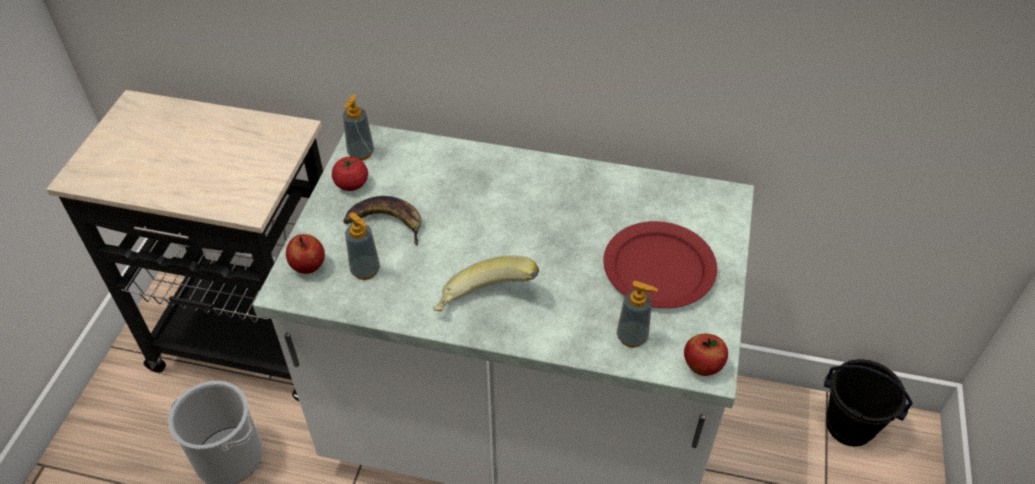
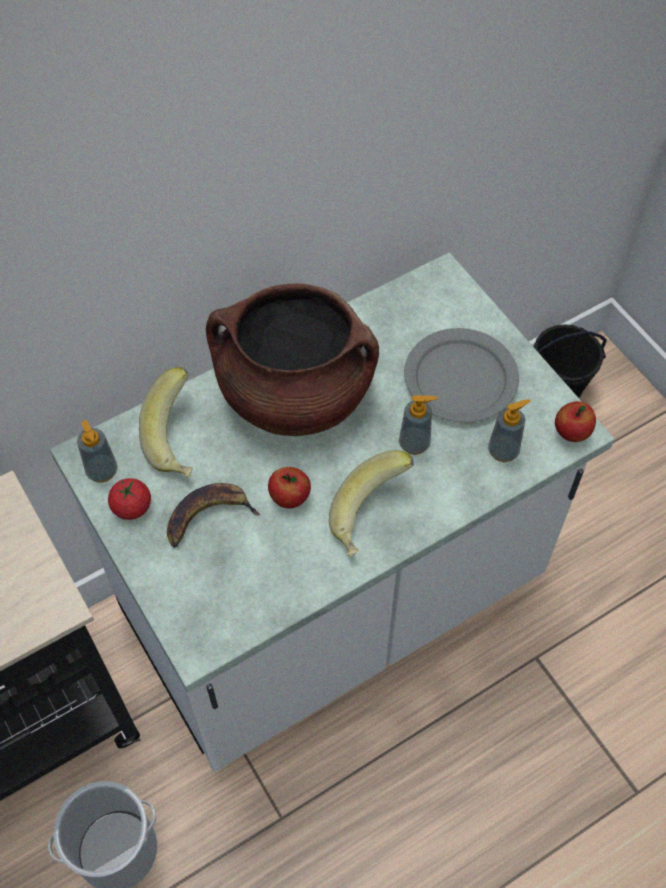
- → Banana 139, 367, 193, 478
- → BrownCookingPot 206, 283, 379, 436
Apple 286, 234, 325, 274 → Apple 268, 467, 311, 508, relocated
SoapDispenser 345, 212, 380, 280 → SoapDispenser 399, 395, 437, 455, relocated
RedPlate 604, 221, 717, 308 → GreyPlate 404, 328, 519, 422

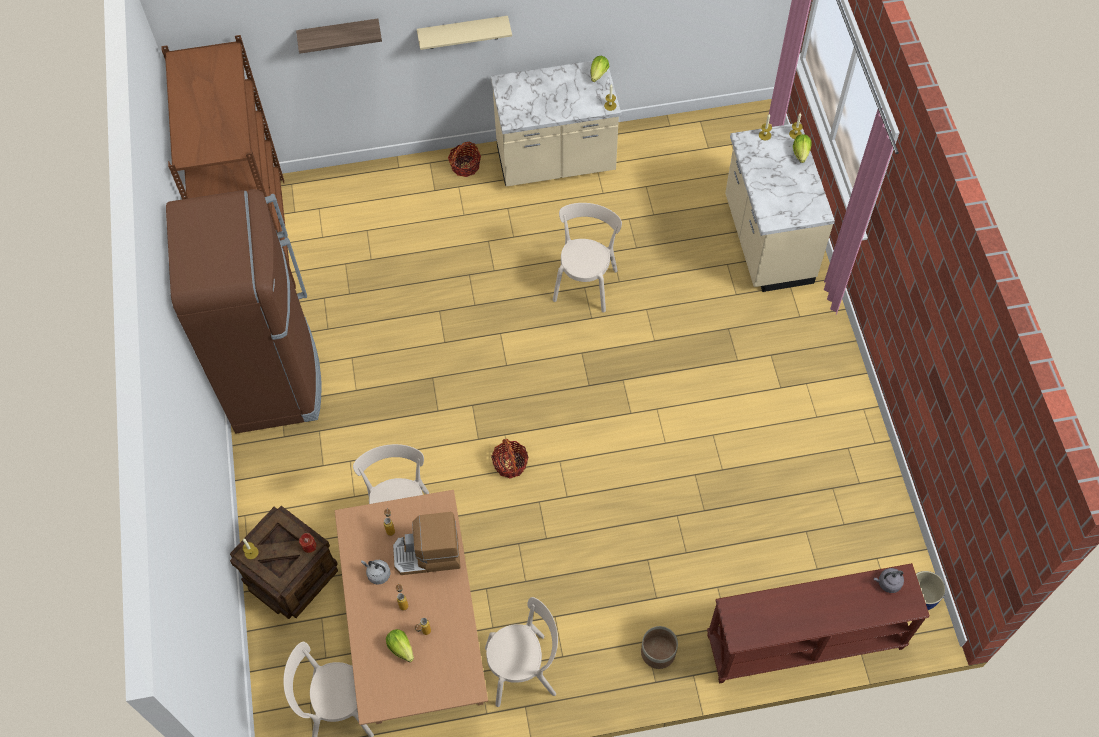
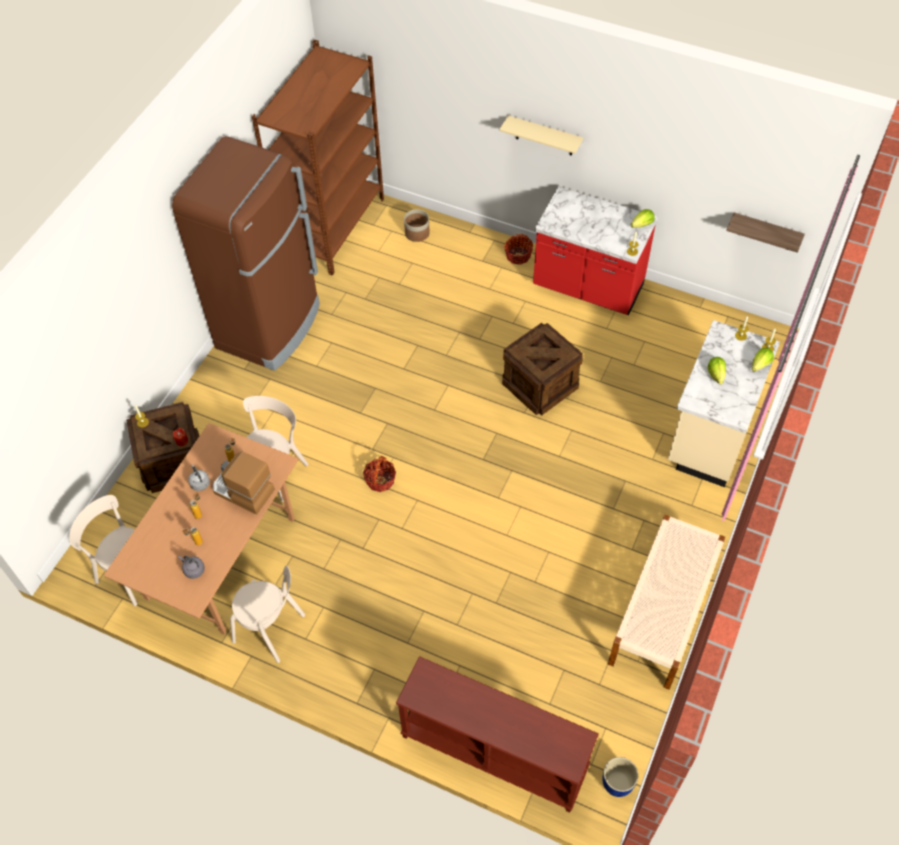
- → BeigeBench 608, 514, 726, 690
Shelf 296, 19, 382, 54 → Shelf 726, 212, 805, 253, relocated
Lettuce 386, 629, 414, 662 → Lettuce 708, 357, 726, 384, relocated
Planter 641, 626, 678, 669 → Planter 404, 209, 430, 242, relocated
GreyKettle 874, 568, 904, 593 → GreyKettle 179, 556, 205, 579, relocated
BeigeChair 553, 203, 622, 313 → Crate 502, 323, 583, 415
BeigeCounter 491, 61, 621, 187 → RedCounter 533, 186, 658, 315

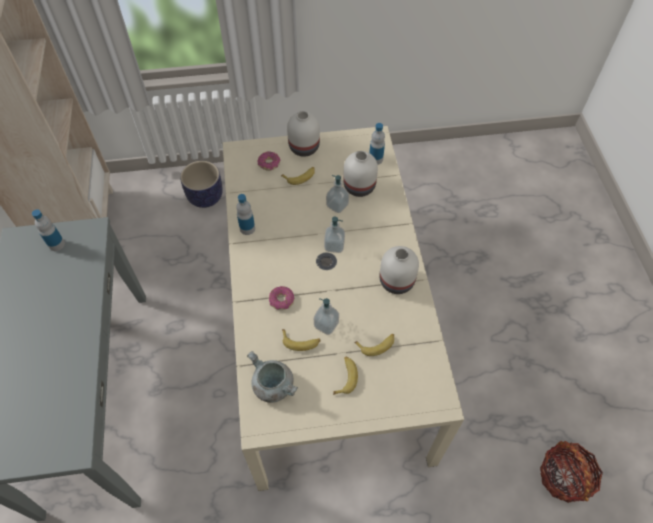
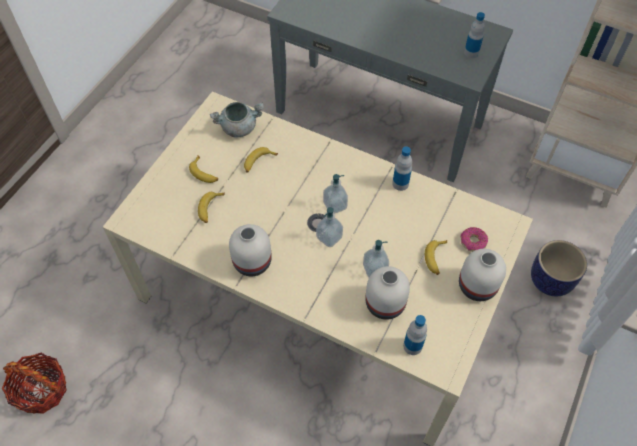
Donut 269, 286, 294, 310 → -
SoapDispenser 314, 298, 339, 335 → SoapDispenser 323, 174, 348, 213, relocated

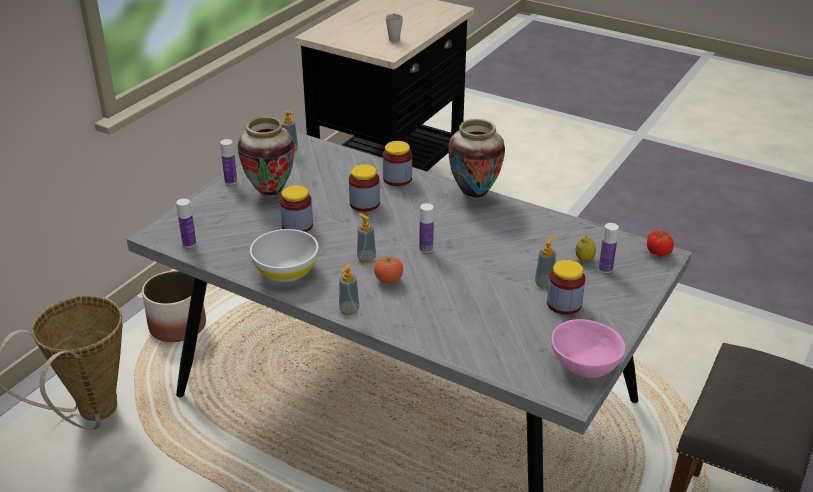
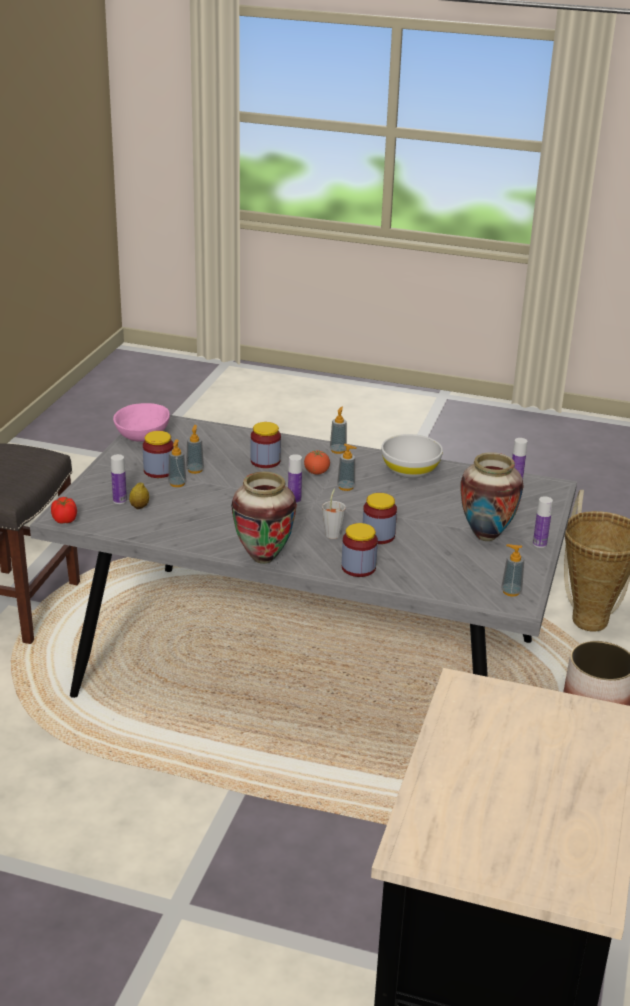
- → SoapDispenser 186, 425, 204, 474
Jar 280, 185, 313, 232 → Jar 250, 422, 281, 468, relocated
GreyCup 386, 13, 403, 42 → GreyCup 322, 488, 346, 539, relocated

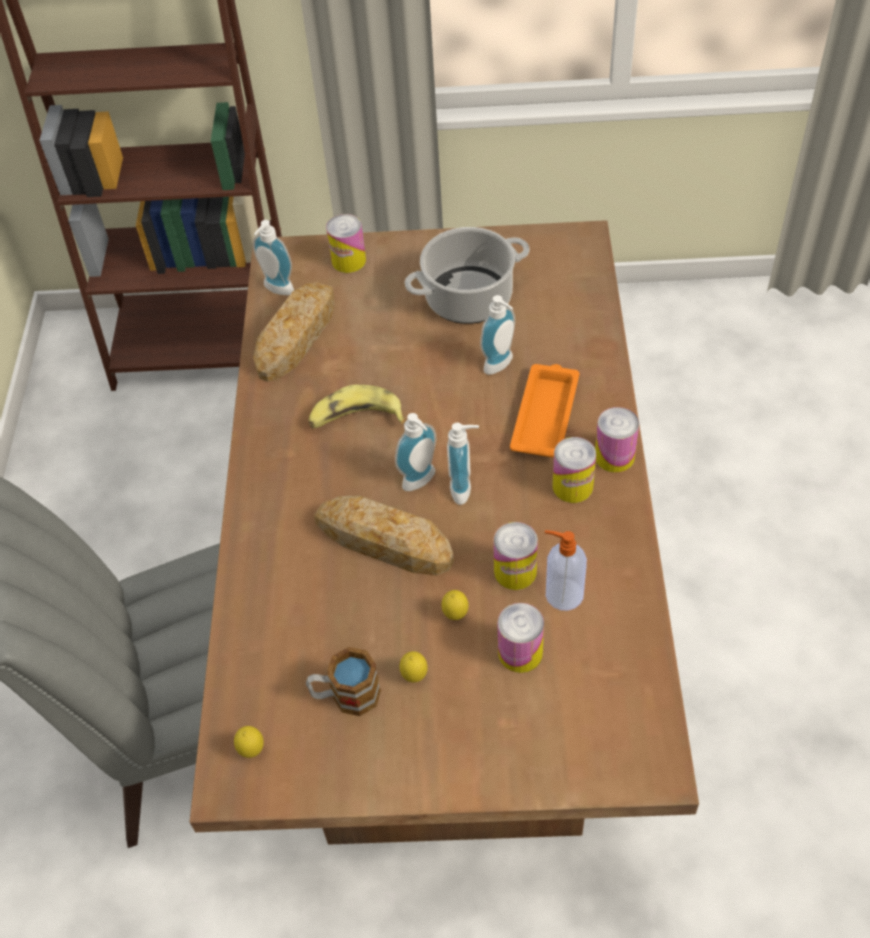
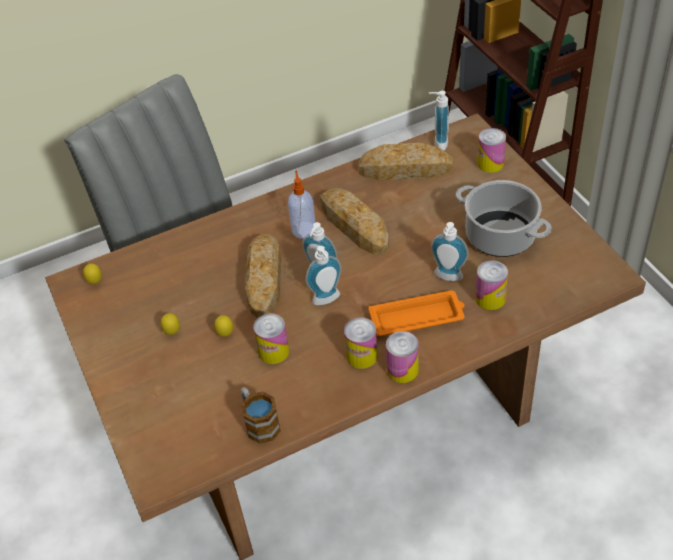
Mug 306, 647, 381, 716 → Mug 241, 387, 281, 444, relocated
Can 498, 603, 544, 673 → Can 475, 260, 508, 310, relocated
SoapDispenser 545, 530, 587, 611 → SoapDispenser 288, 171, 315, 239, relocated
Banana 308, 384, 406, 428 → Bread 320, 188, 389, 254

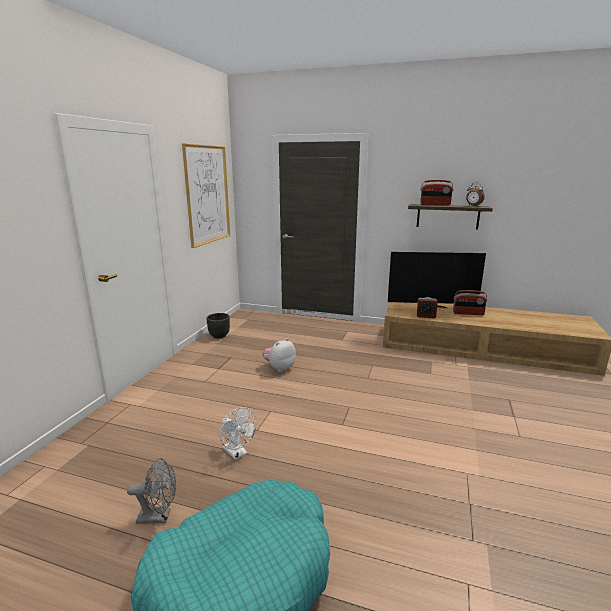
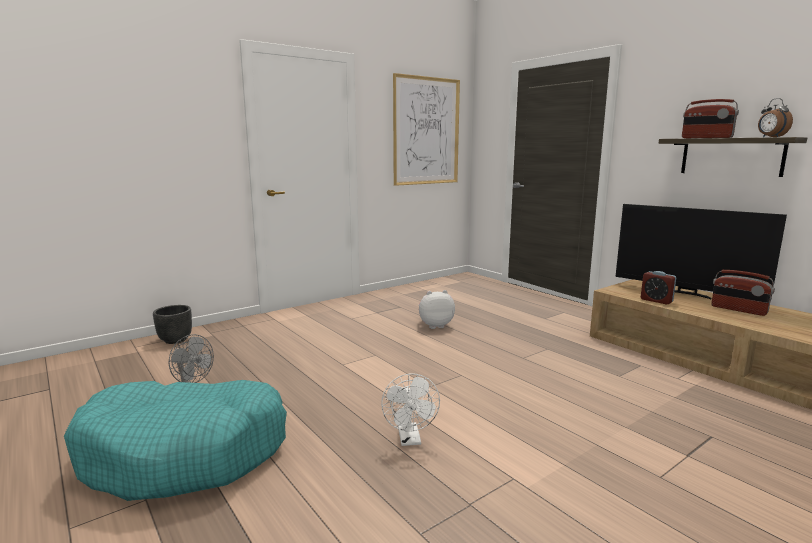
BlackPlanter 206, 313, 230, 338 → BlackPlanter 153, 305, 192, 344, relocated
WhiteFan 220, 407, 256, 460 → WhiteFan 381, 373, 440, 446, relocated

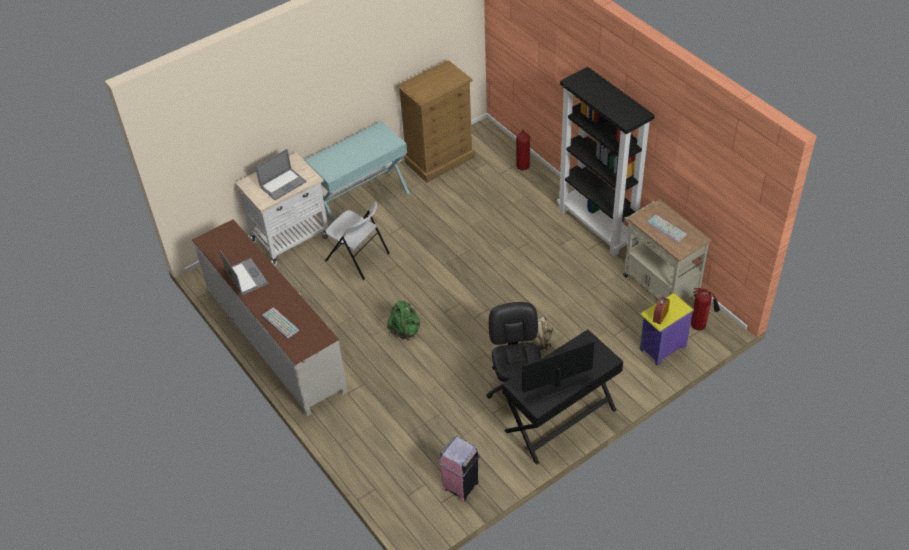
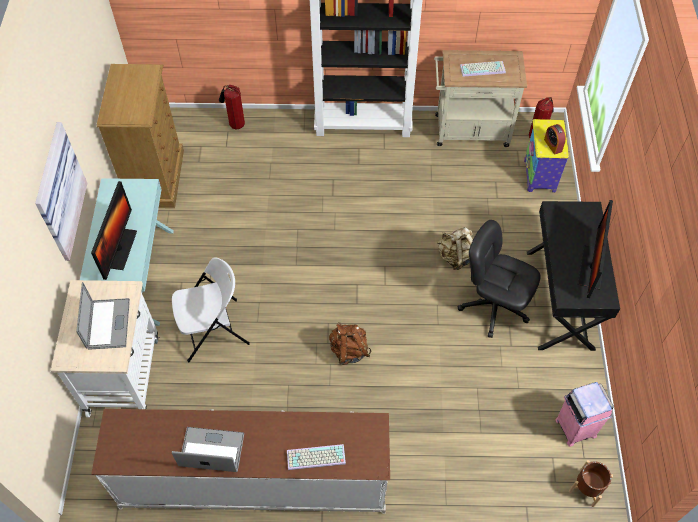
- → Picture 35, 122, 87, 261
- → Monitor 91, 181, 137, 280
- → BrownPlanter 569, 460, 613, 507
GreenBackpack 387, 300, 420, 340 → BrownBackpack 329, 322, 372, 365

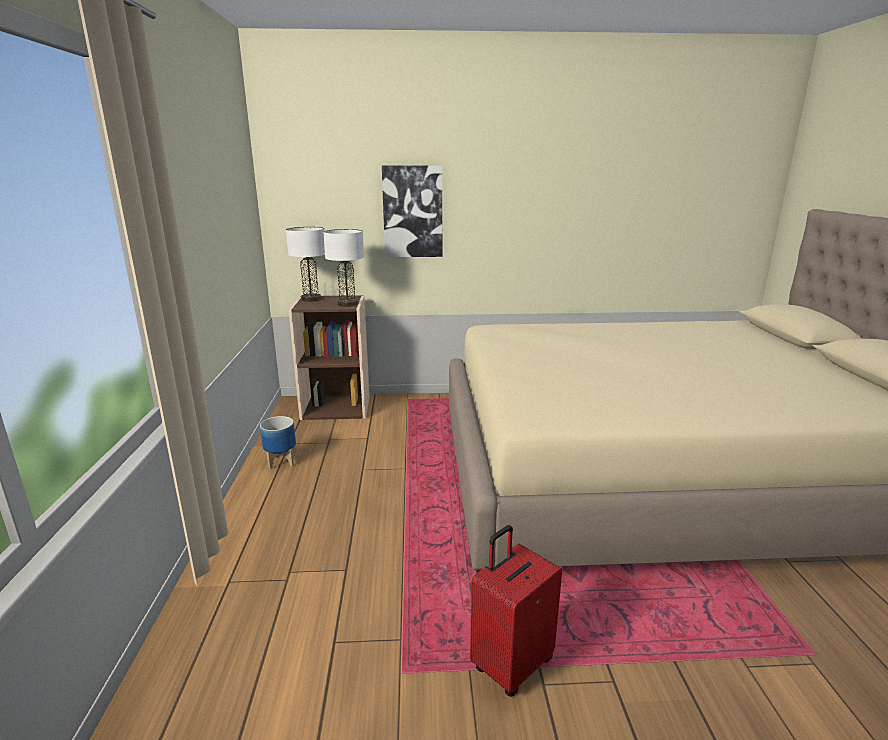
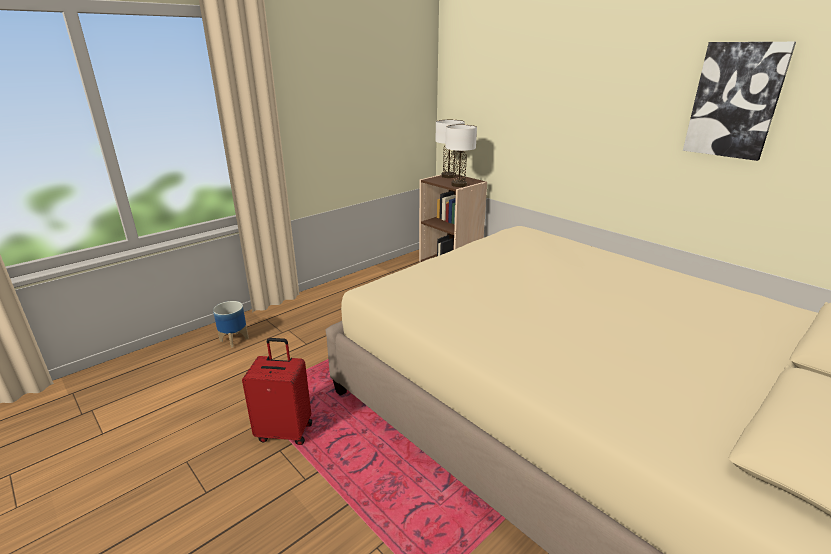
Planter 260, 416, 296, 470 → Planter 213, 301, 249, 348, relocated
Picture 382, 165, 442, 257 → Picture 683, 42, 796, 161, relocated

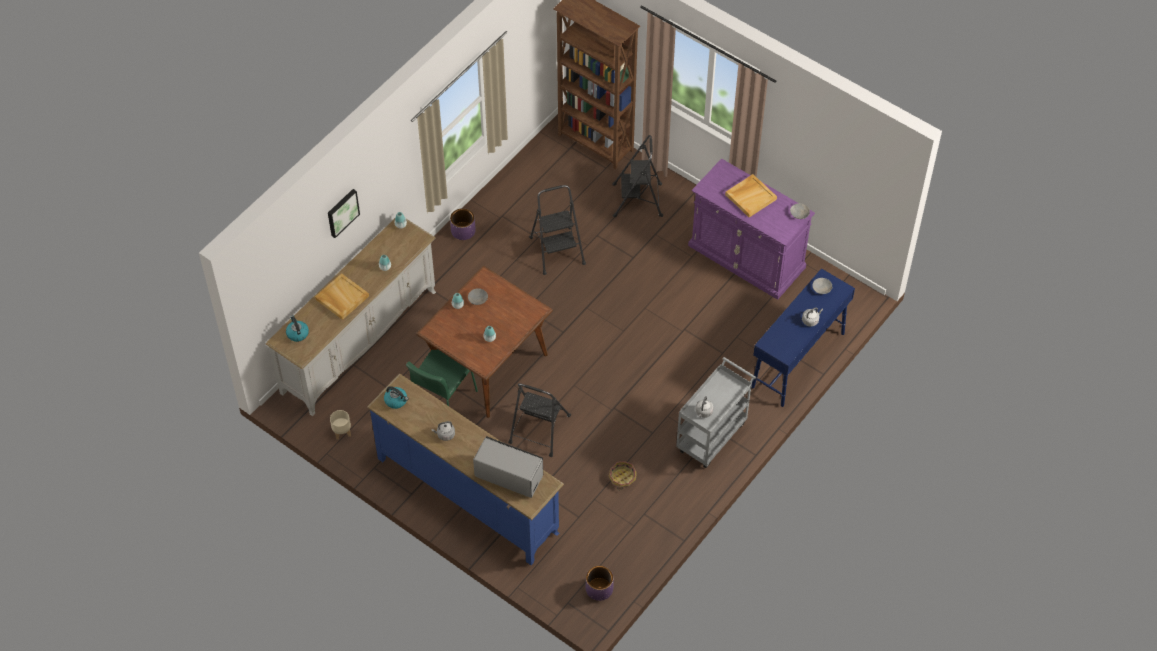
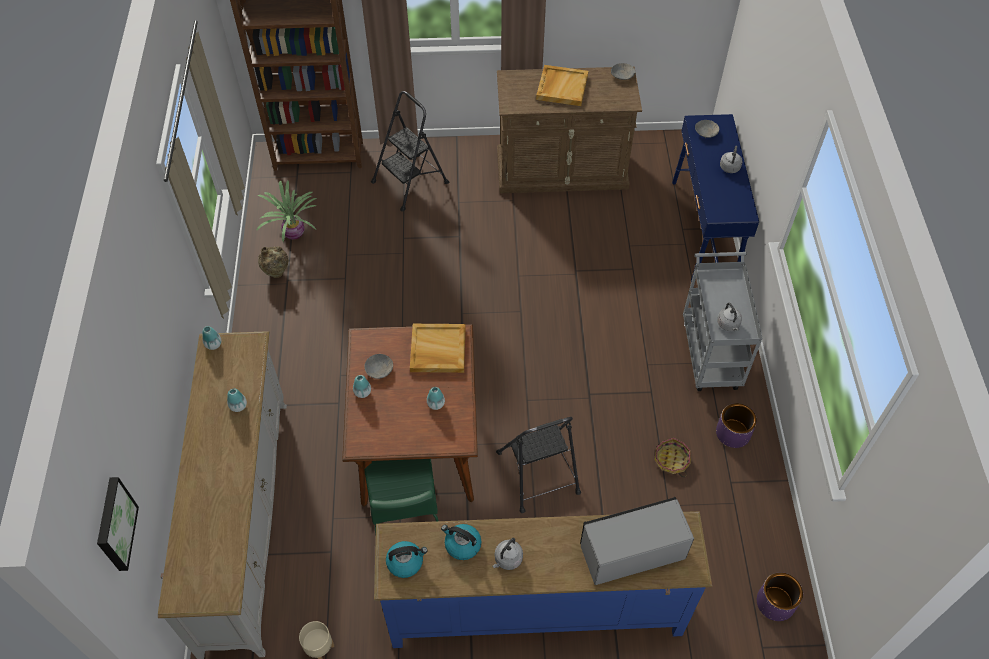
BlackStepLadder 529, 185, 586, 275 → -
- → PottedPlant 256, 181, 317, 242
- → BeigeVase 258, 246, 288, 278
Kettle 286, 315, 309, 342 → Kettle 441, 524, 481, 560, relocated
BeigeTray 315, 273, 369, 320 → BeigeTray 410, 324, 466, 373, relocated
Picture 328, 189, 360, 238 → Picture 97, 477, 139, 571, relocated
PurplePlanter 450, 208, 476, 240 → PurplePlanter 716, 403, 757, 448, relocated
PurpleDresser 688, 158, 815, 300 → BrownDresser 497, 67, 642, 193

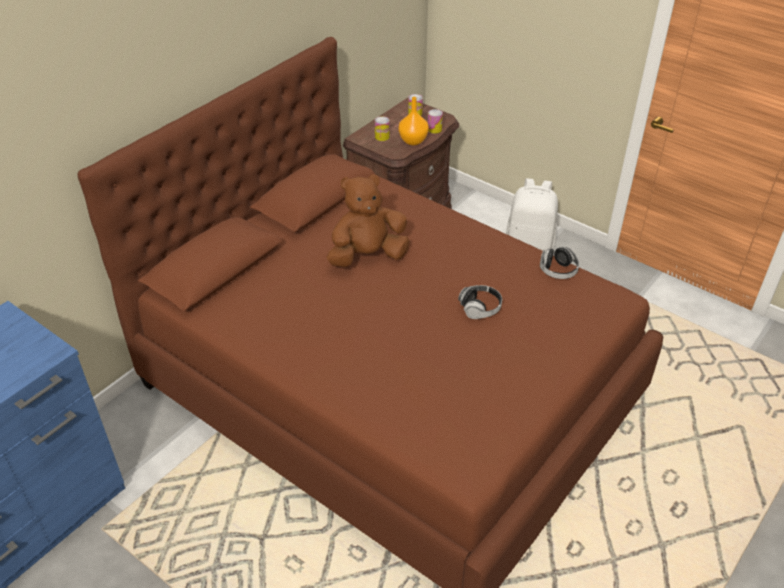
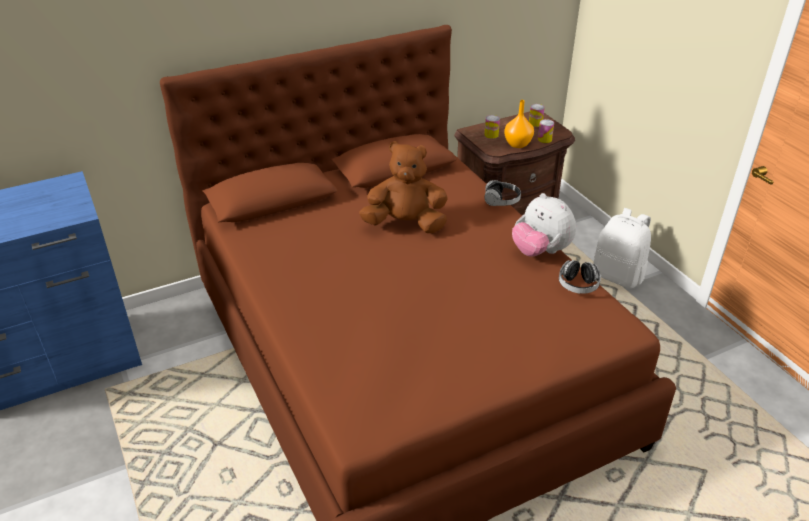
- → PlushToy 512, 193, 576, 257
Headphones 458, 285, 502, 319 → Headphones 484, 180, 521, 206, relocated

